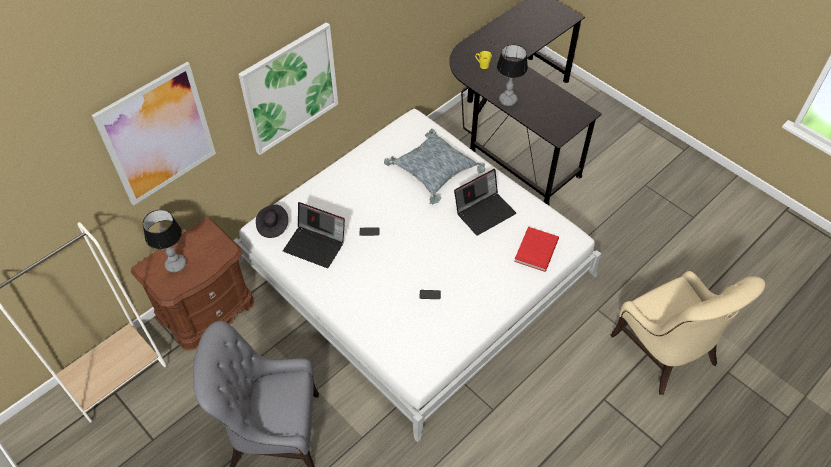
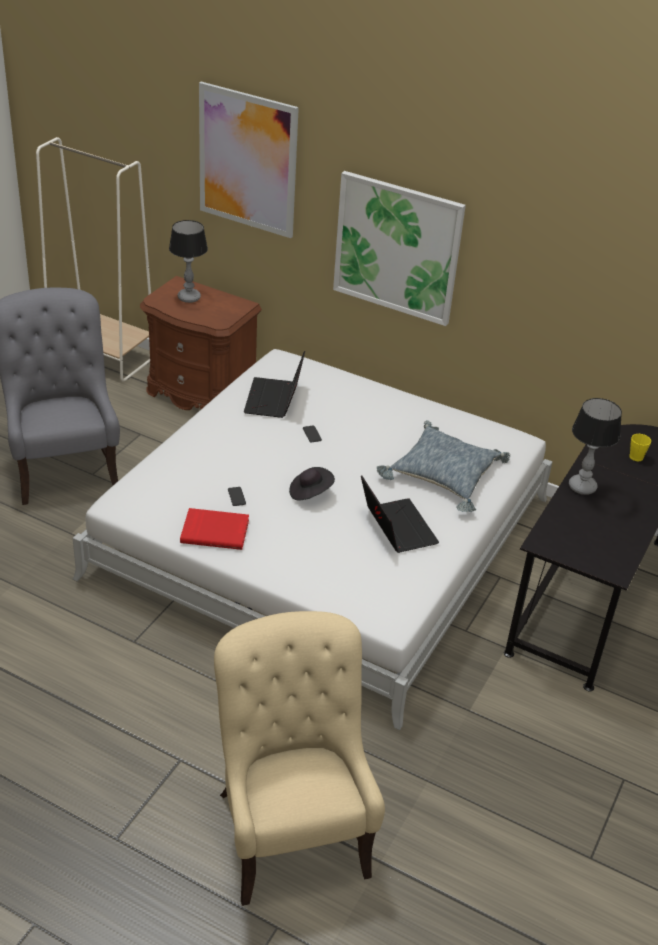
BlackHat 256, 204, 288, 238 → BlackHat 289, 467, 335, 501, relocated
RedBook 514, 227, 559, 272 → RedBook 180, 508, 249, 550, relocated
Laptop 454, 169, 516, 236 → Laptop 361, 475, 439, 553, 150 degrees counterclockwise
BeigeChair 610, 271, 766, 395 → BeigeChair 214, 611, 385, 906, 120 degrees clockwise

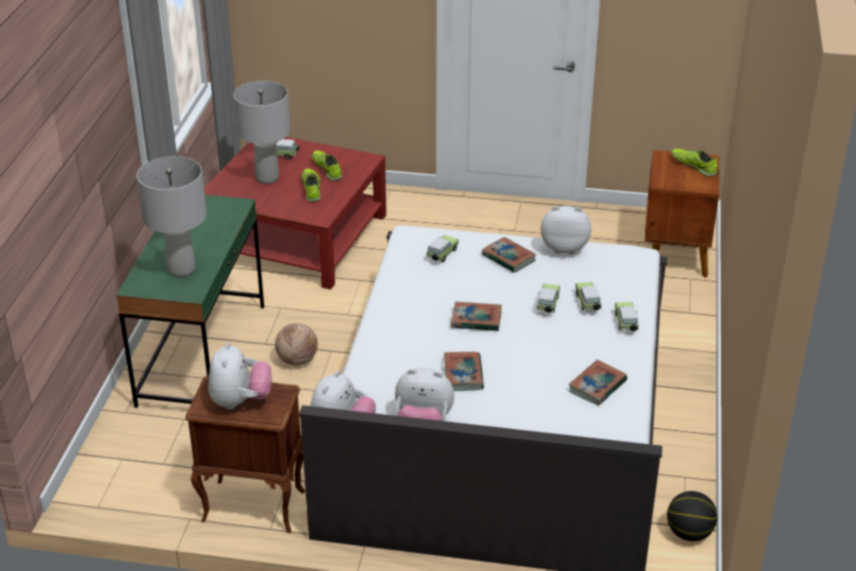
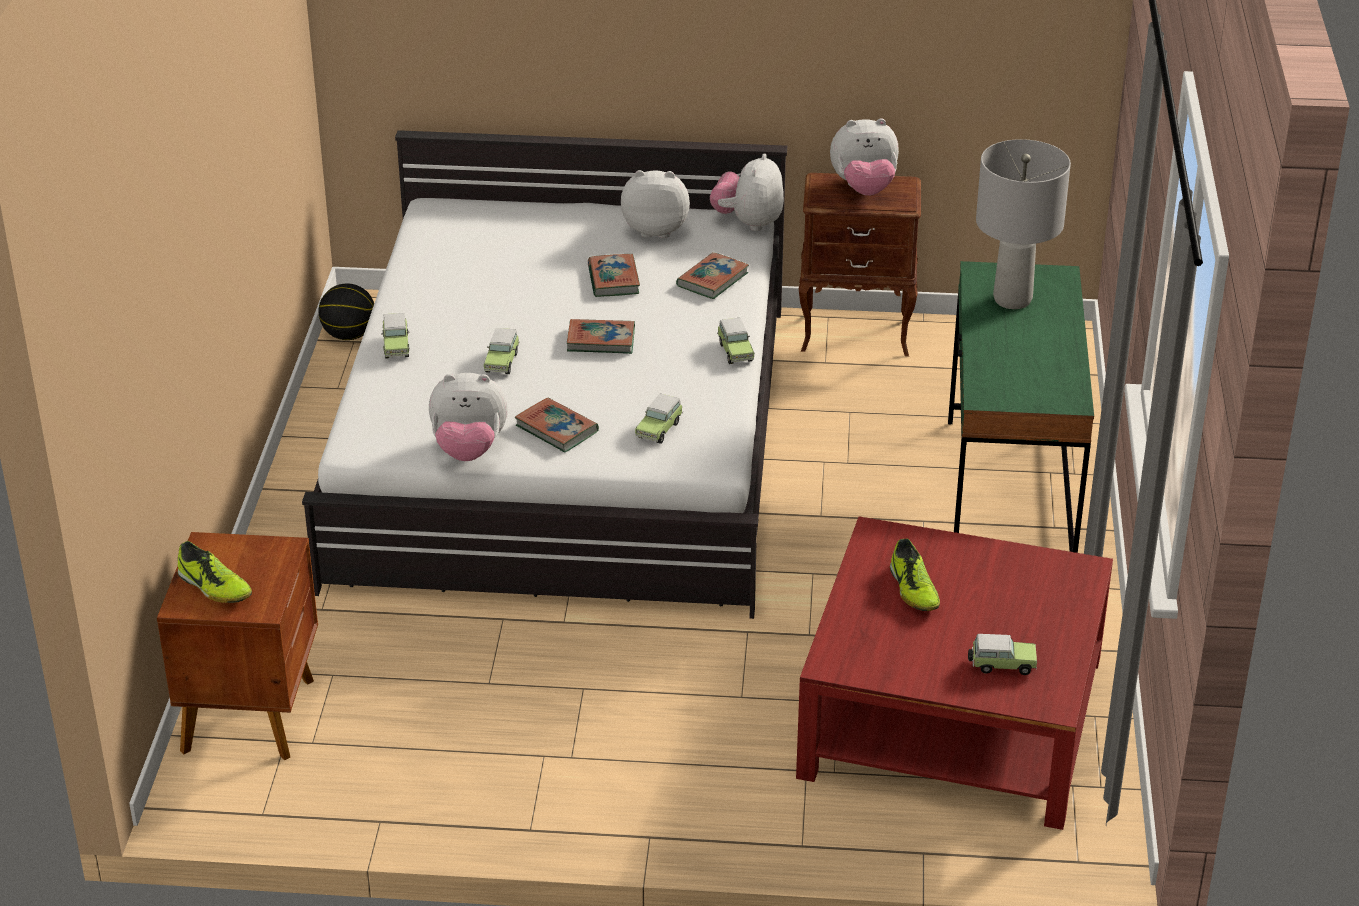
GreyTableLamp 234, 81, 290, 184 → -
Basketball 275, 323, 318, 366 → -
Shoe 312, 151, 342, 181 → -
Book 568, 360, 627, 406 → Book 676, 252, 749, 299, relocated
ToyCar 575, 282, 602, 311 → ToyCar 717, 318, 754, 364, relocated
PlushToy 208, 342, 272, 410 → PlushToy 830, 119, 899, 196, 90 degrees counterclockwise

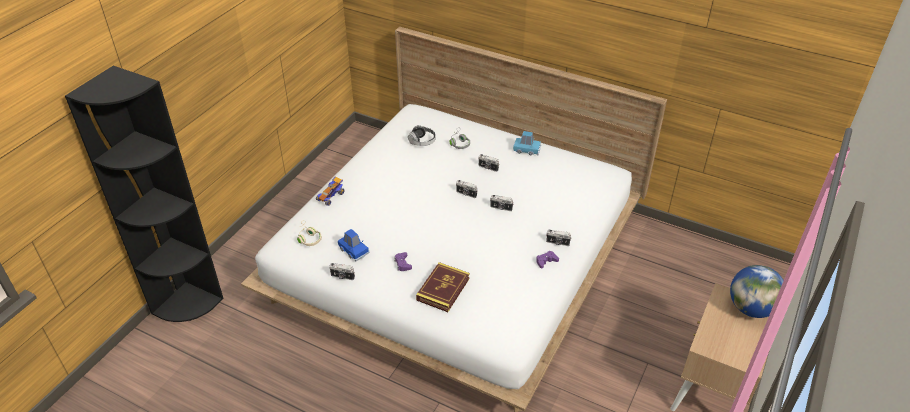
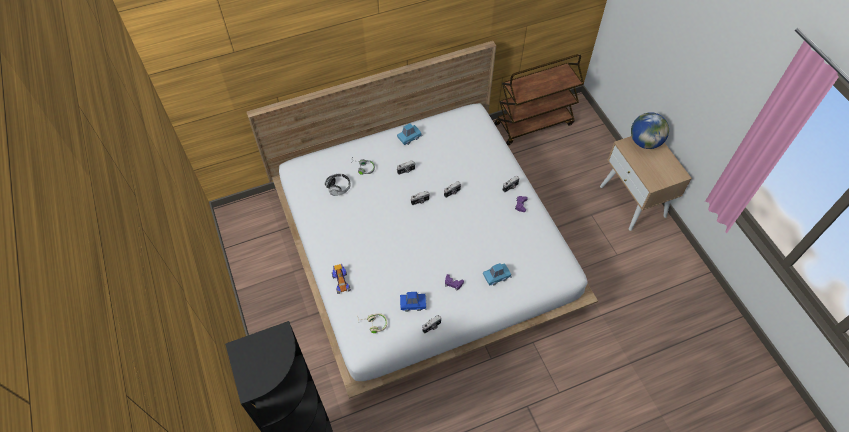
- → BrownCart 494, 54, 584, 145
Book 416, 262, 470, 312 → BlueToyCar 483, 263, 512, 286

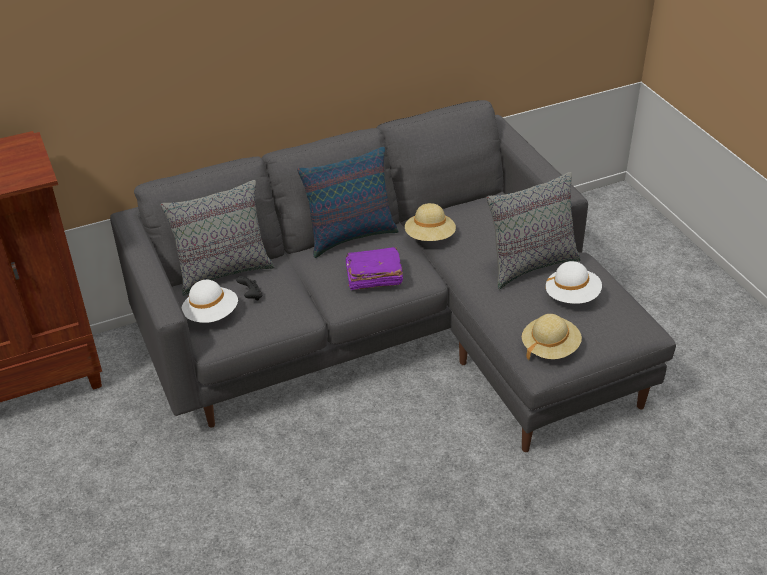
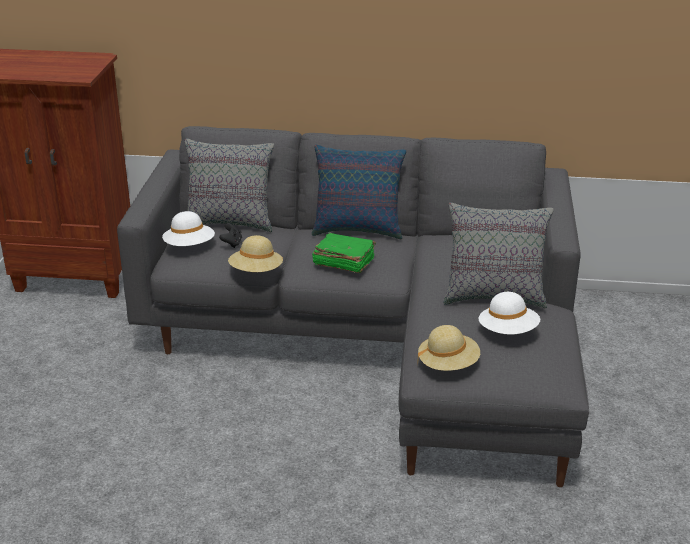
BeigeHat 405, 203, 456, 241 → BeigeHat 228, 235, 283, 272, relocated
PurpleBook 345, 247, 403, 290 → GreenBook 312, 233, 376, 273

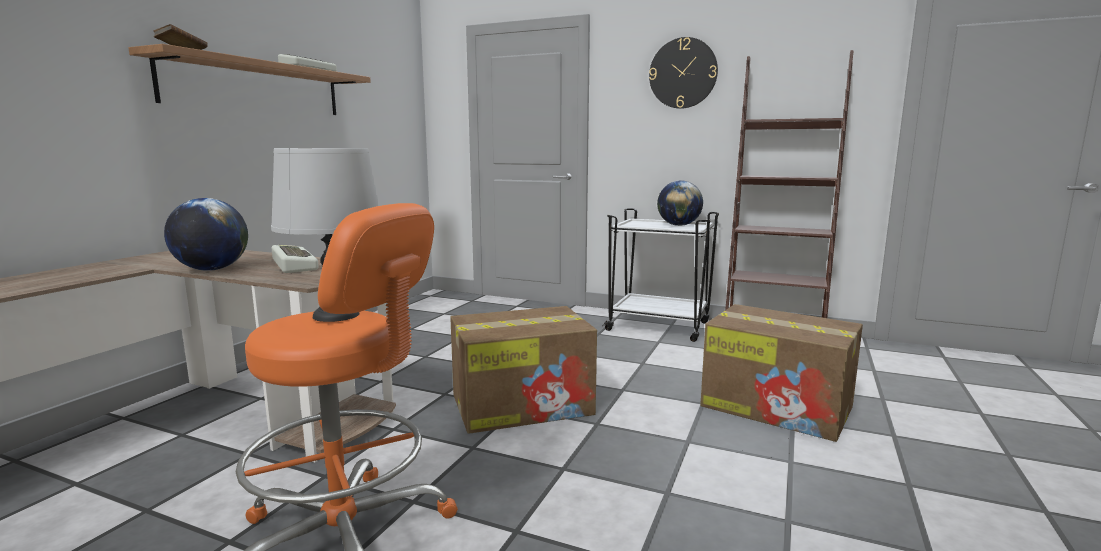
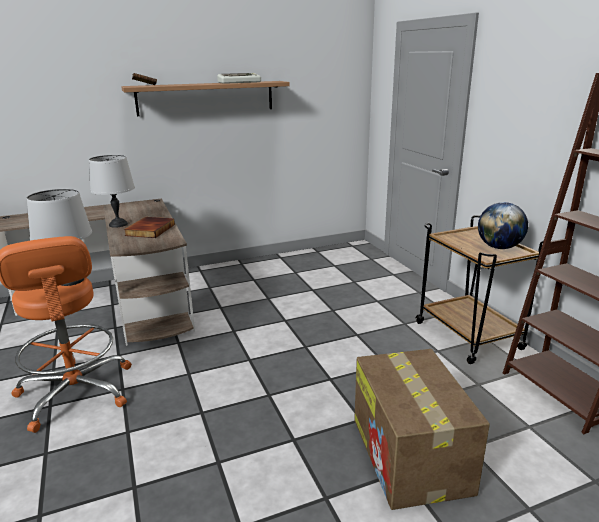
CardboardBox 450, 306, 597, 434 → -
WallClock 649, 37, 718, 109 → -
Globe 164, 198, 248, 271 → GreyTableLamp 89, 155, 135, 228
Keyboard 271, 245, 319, 273 → Book 124, 217, 175, 238
WhiteCart 603, 208, 719, 342 → BrownCart 415, 215, 543, 364

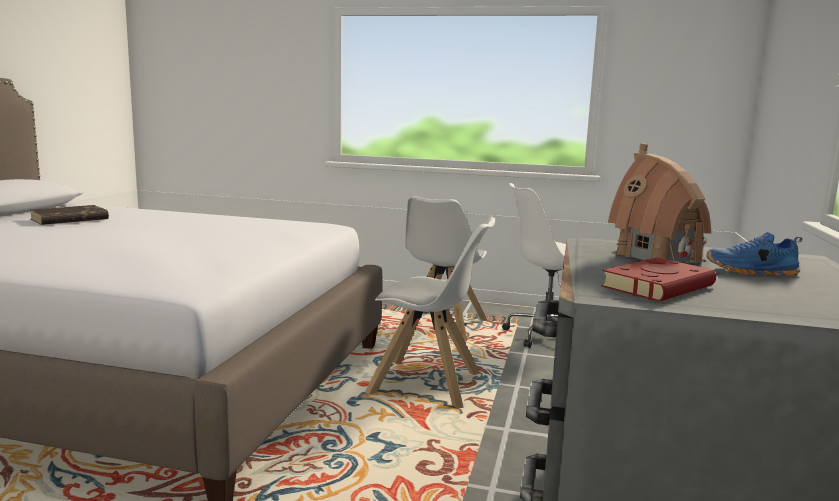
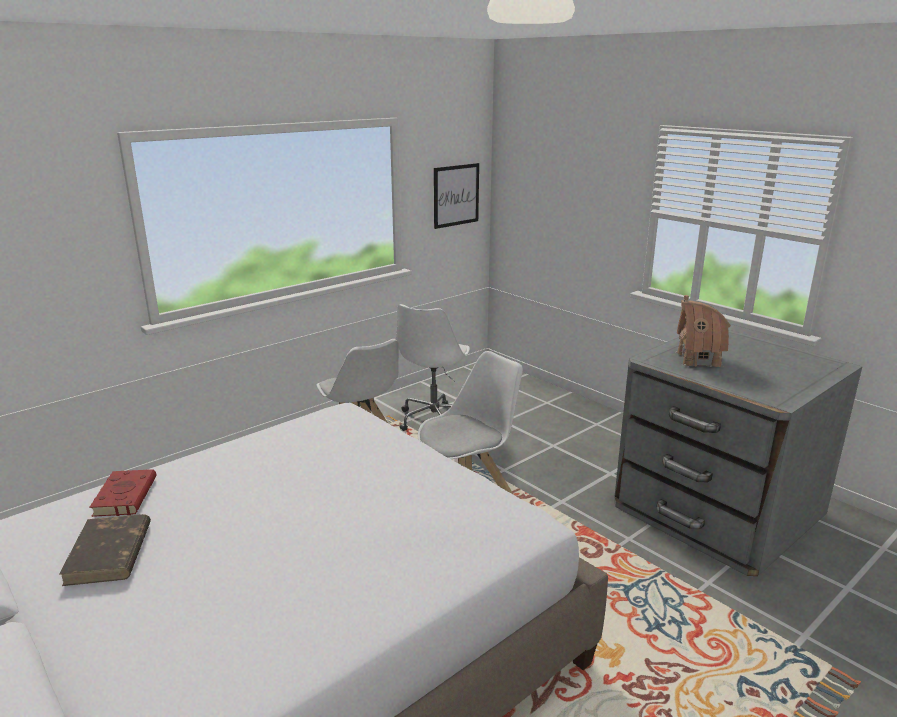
BlueShoe 706, 232, 802, 276 → -
- → Picture 434, 163, 479, 229
RedBook 601, 258, 716, 302 → RedBook 89, 469, 156, 517, relocated

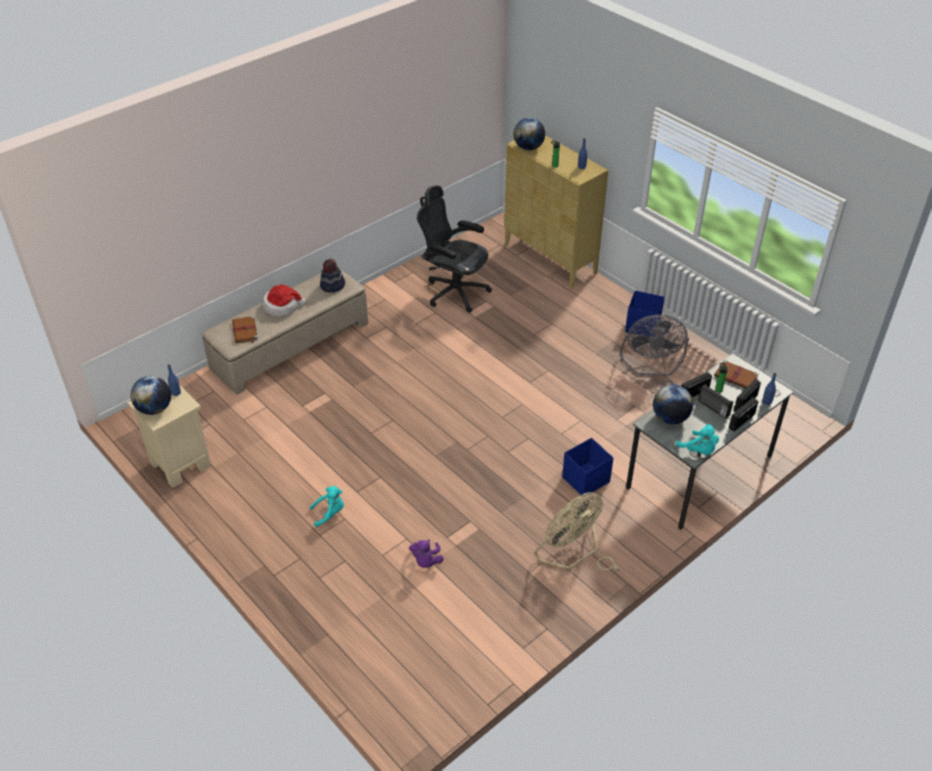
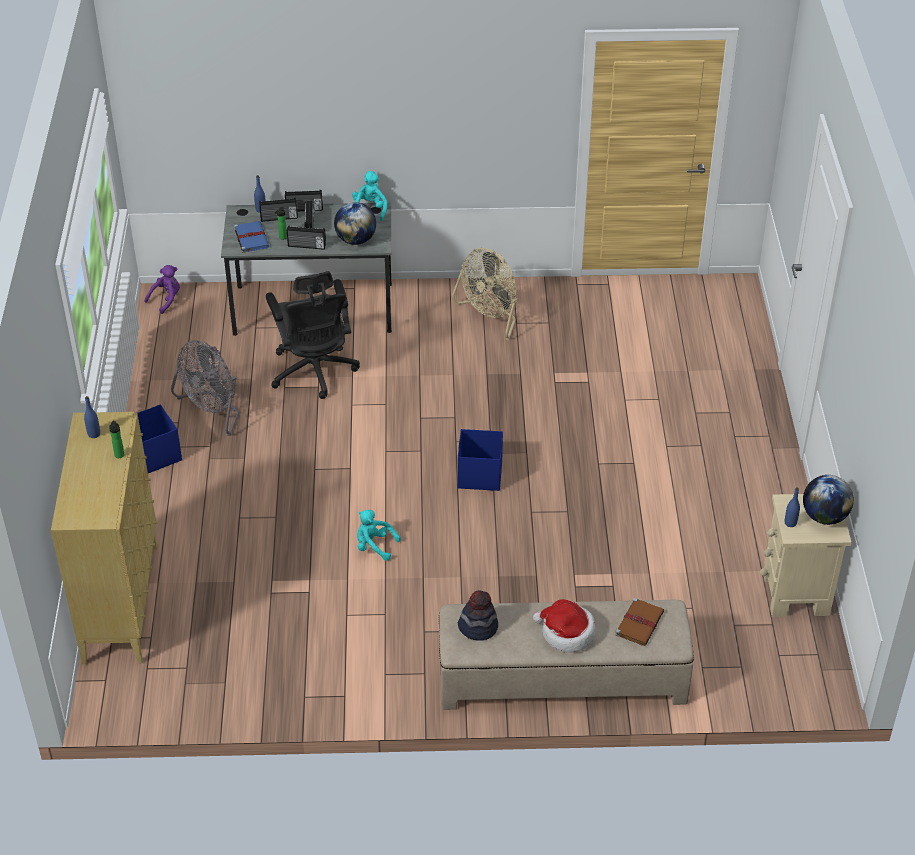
Globe 513, 118, 545, 150 → -
TurquoisePlushToy 309, 486, 344, 527 → TurquoisePlushToy 357, 510, 401, 561, relocated
PurplePlushToy 409, 539, 444, 568 → PurplePlushToy 144, 265, 180, 314, relocated
OfficeChair 417, 185, 492, 313 → OfficeChair 266, 271, 360, 399, relocated
BlueStorageBox 562, 438, 613, 497 → BlueStorageBox 458, 429, 503, 491, relocated
BrownBook 714, 360, 760, 389 → BlueBook 234, 221, 269, 253
BeigeFan 535, 492, 619, 570 → BeigeFan 452, 248, 518, 340, 45 degrees clockwise

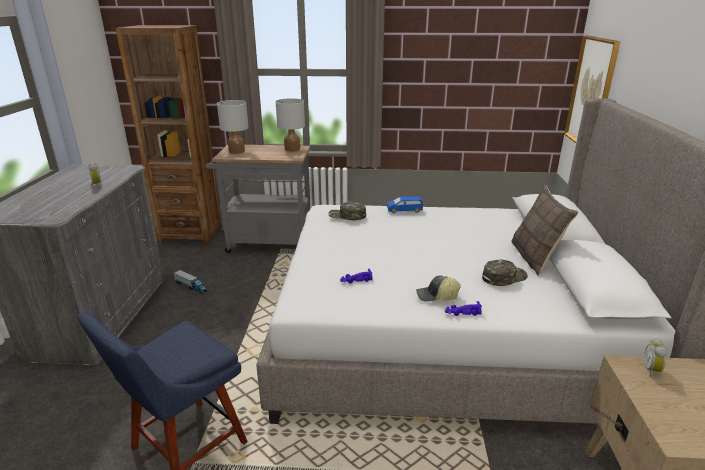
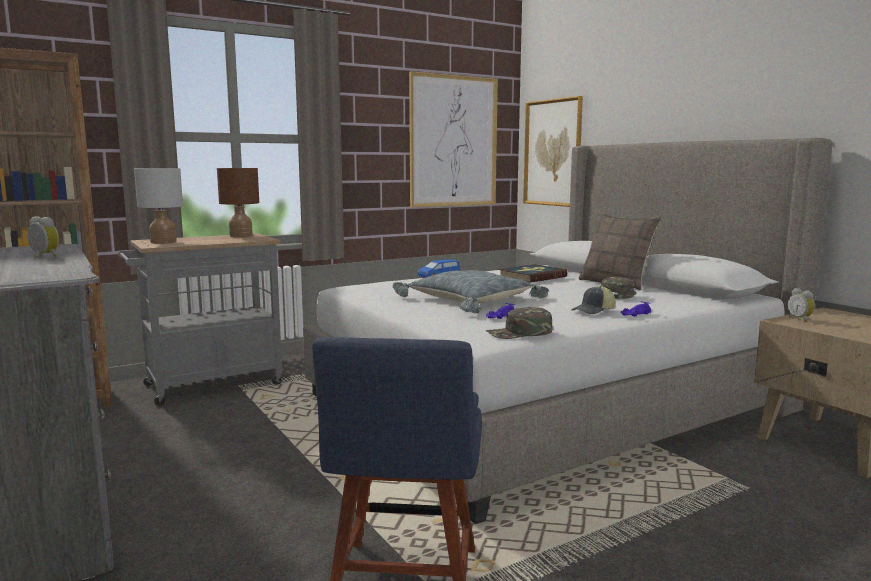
ToyTruck 173, 270, 208, 294 → -
- → Pillow 393, 270, 549, 314
- → Picture 409, 71, 498, 207
- → Book 499, 264, 567, 283
GreenCap 329, 201, 366, 220 → GreenCap 486, 307, 552, 339, relocated
GreyTableLamp 276, 98, 305, 151 → BrownTableLamp 217, 168, 259, 237

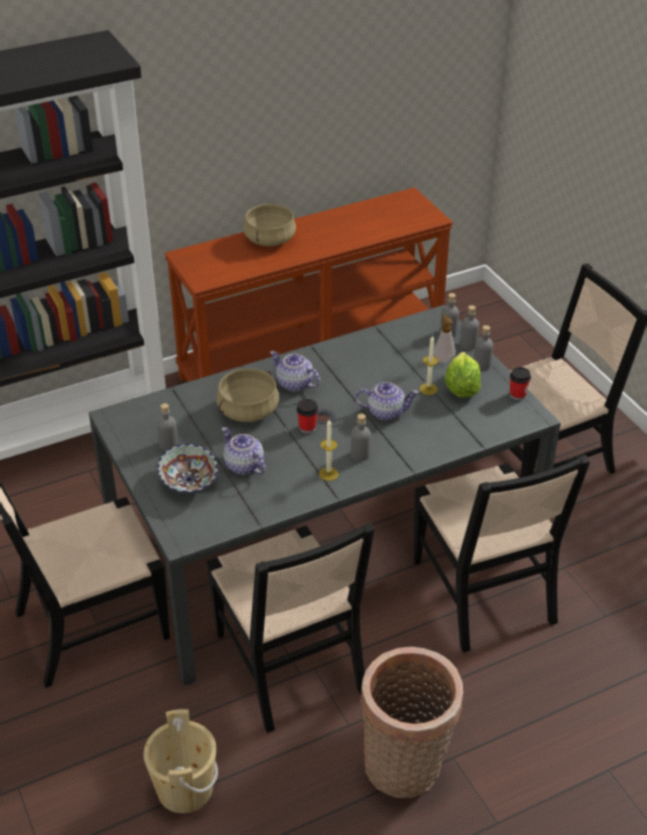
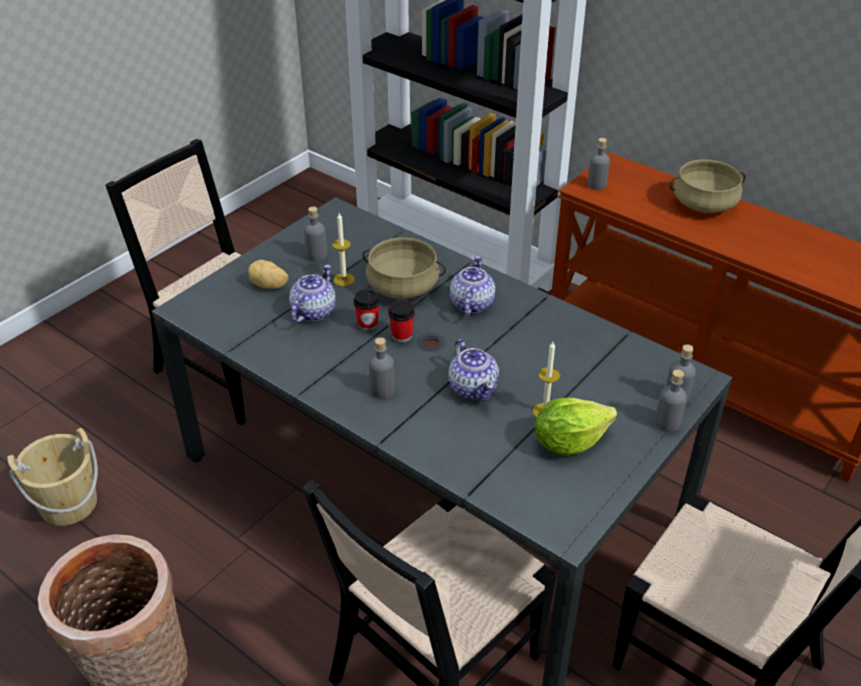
Chair 206, 523, 374, 733 → -
SoapDispenser 433, 314, 455, 363 → -
Candle 319, 420, 339, 481 → Candle 332, 213, 355, 286, relocated
GreyBottle 474, 325, 493, 371 → GreyBottle 588, 138, 610, 190, relocated
Cup 510, 367, 531, 400 → Cup 354, 289, 380, 331, relocated
Bowl 157, 444, 218, 493 → Potato 248, 260, 288, 289

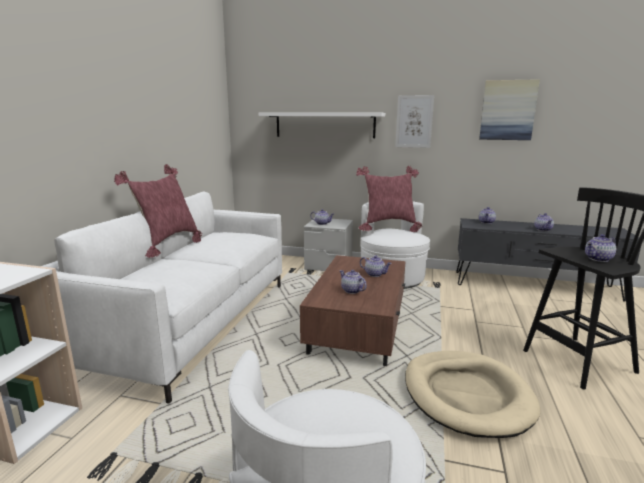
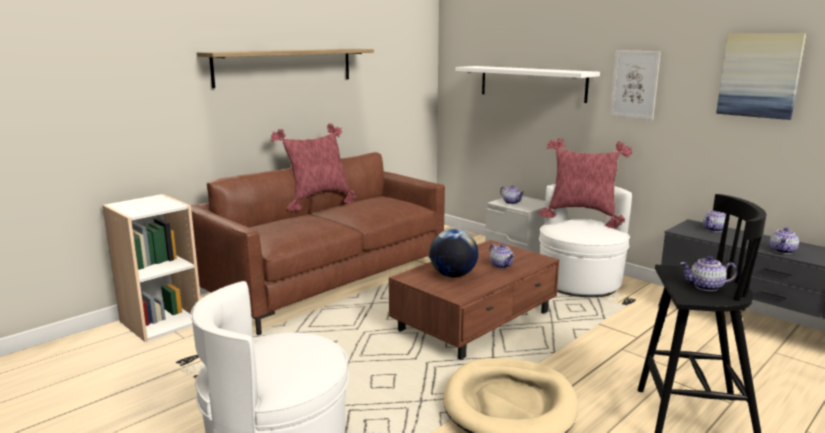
- → Shelf 197, 49, 374, 88
Teapot 340, 270, 367, 294 → Globe 430, 229, 478, 277
WhiteSofa 41, 192, 282, 404 → BrownSofa 191, 152, 445, 335

